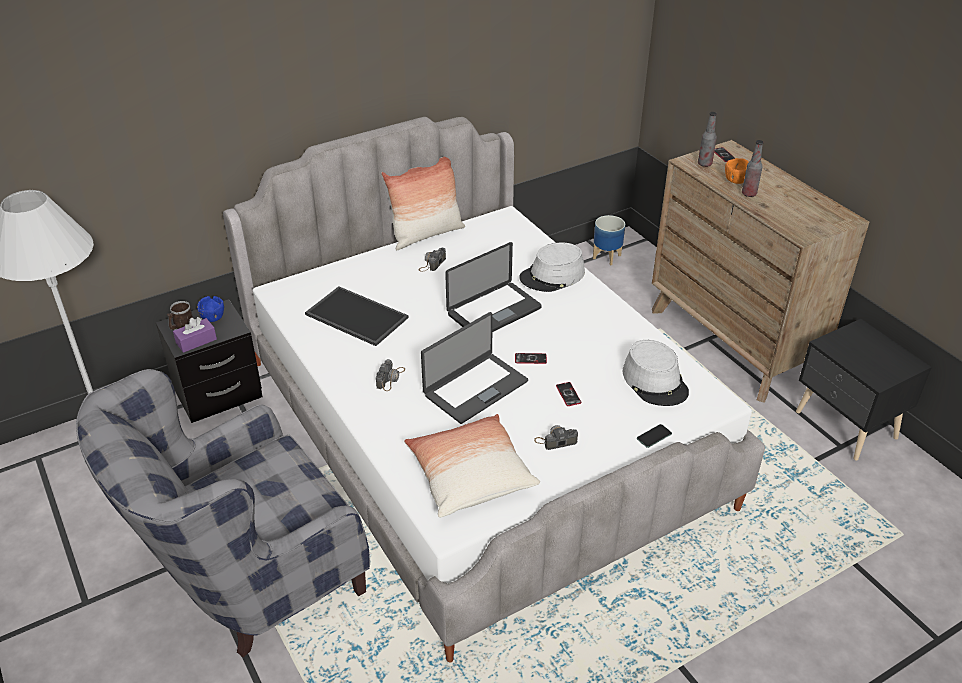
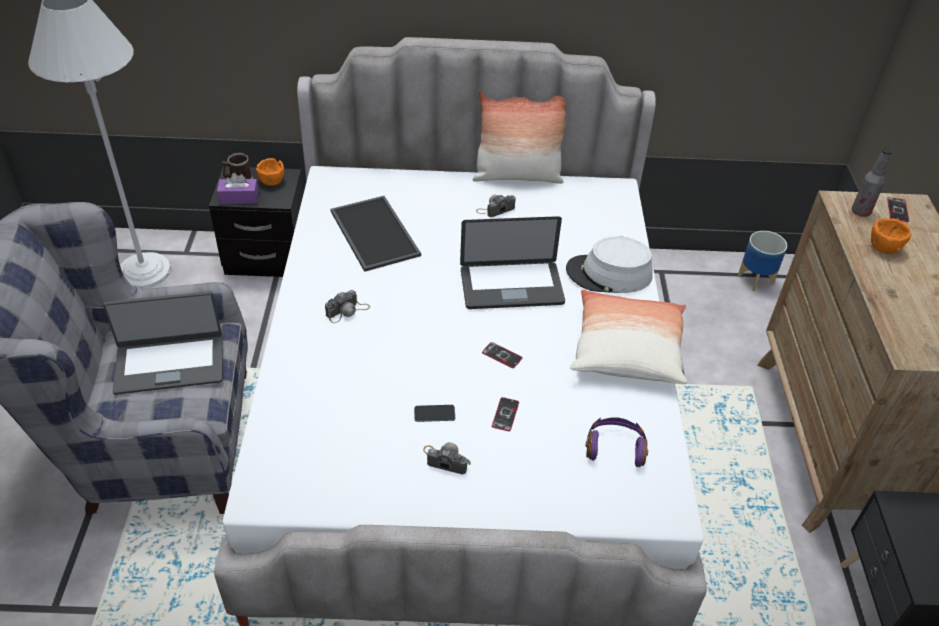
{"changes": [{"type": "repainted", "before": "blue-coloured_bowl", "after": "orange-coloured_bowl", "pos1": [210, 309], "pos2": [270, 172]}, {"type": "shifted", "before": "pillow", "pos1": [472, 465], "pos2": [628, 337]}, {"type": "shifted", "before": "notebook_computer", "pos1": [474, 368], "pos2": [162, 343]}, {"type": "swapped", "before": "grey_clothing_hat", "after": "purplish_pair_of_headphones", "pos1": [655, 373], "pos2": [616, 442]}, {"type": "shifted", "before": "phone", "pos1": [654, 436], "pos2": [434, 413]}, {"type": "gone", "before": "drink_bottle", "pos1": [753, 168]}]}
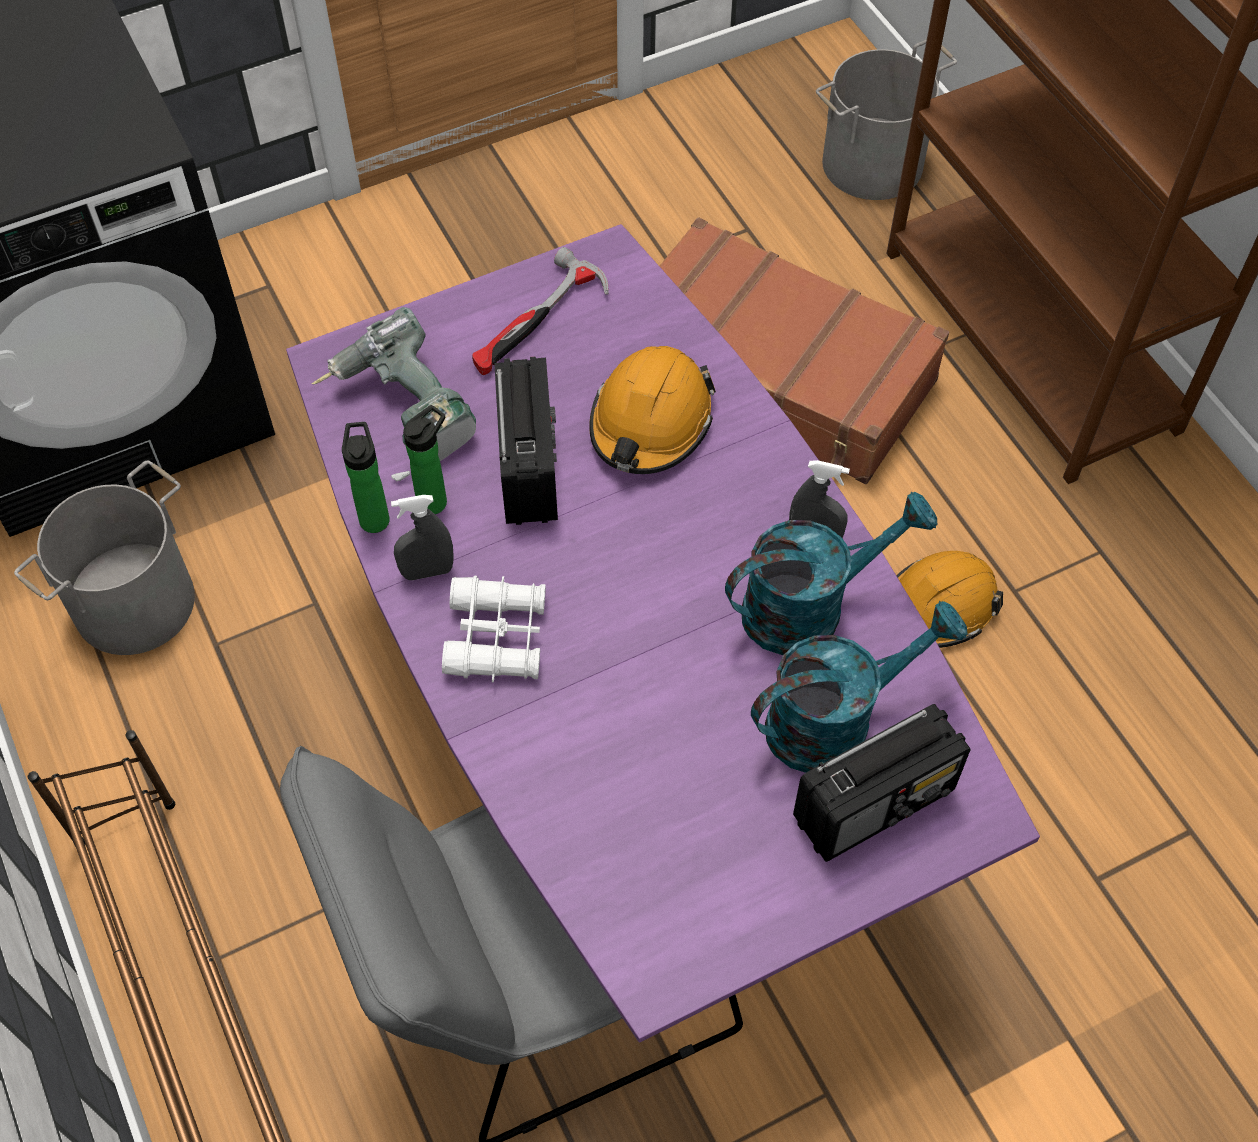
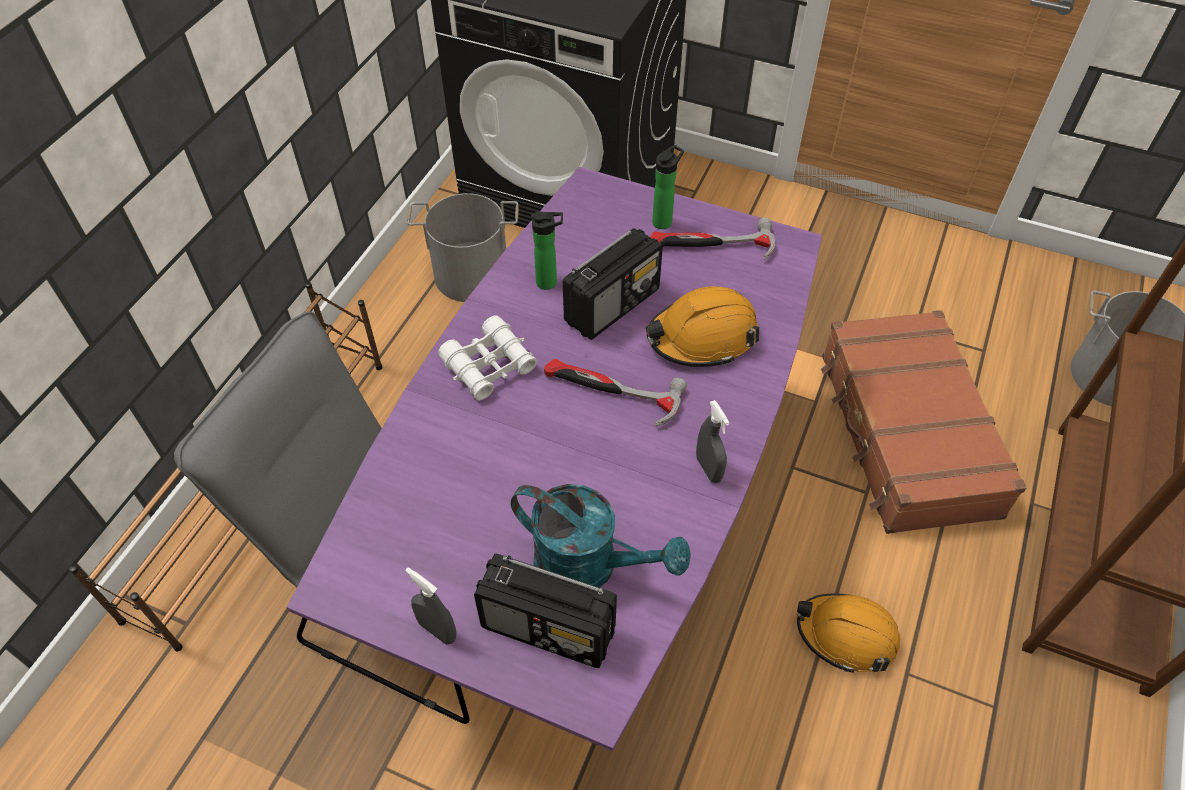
{"changes": [{"type": "gone", "before": "power_drill", "pos1": [394, 394]}, {"type": "shifted", "before": "drink_bottle", "pos1": [366, 477], "pos2": [668, 187]}, {"type": "shifted", "before": "grey_spray_bottle", "pos1": [422, 537], "pos2": [431, 606]}, {"type": "gone", "before": "blue-green_sprinkling_can", "pos1": [831, 573]}, {"type": "new", "after": "hammer", "pos2": [615, 392]}]}
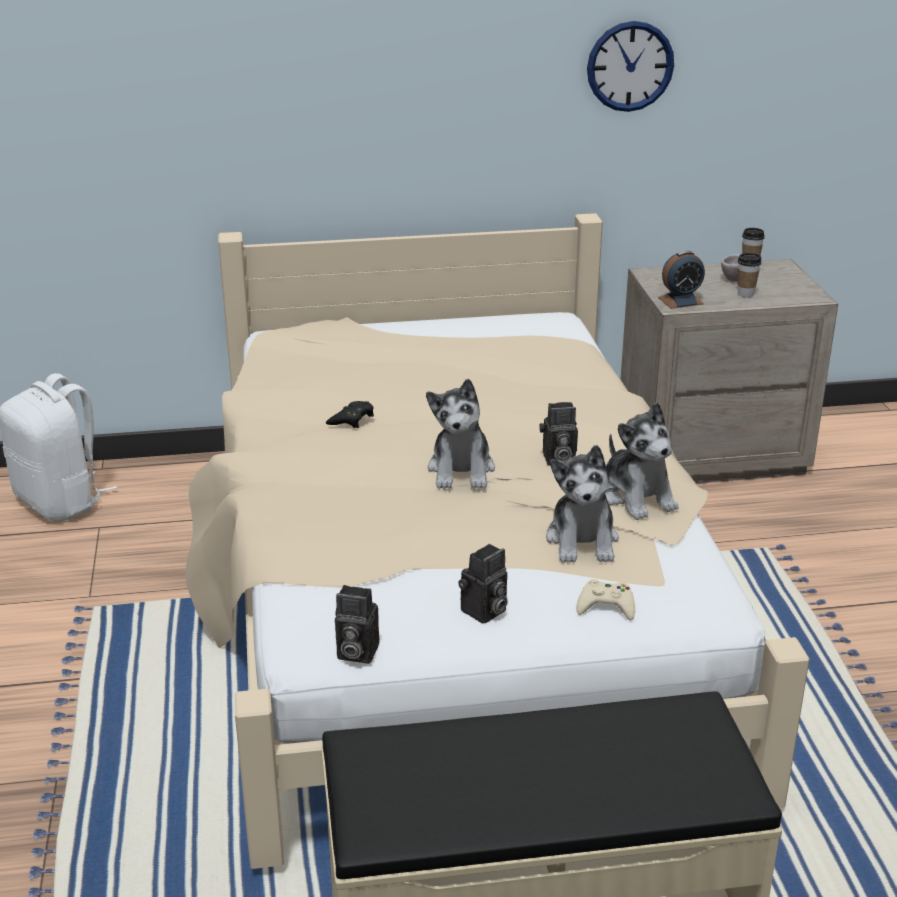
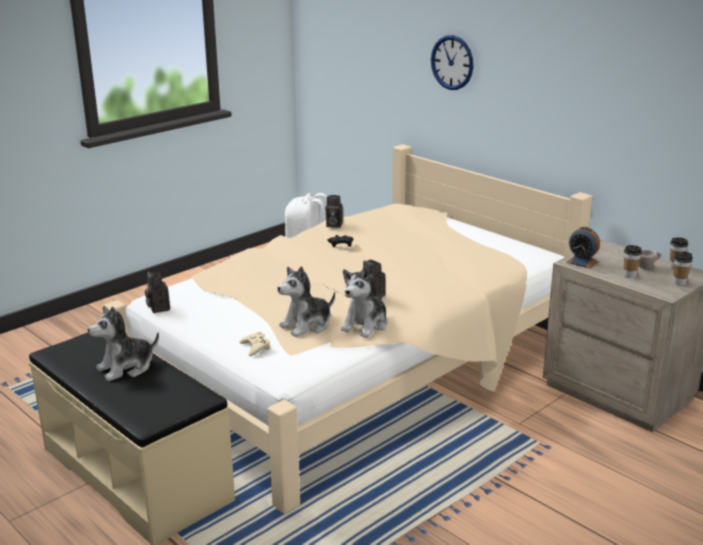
{"changes": [{"type": "shifted", "before": "cuddly_toy", "pos1": [460, 434], "pos2": [123, 343]}, {"type": "shifted", "before": "still_camera", "pos1": [483, 584], "pos2": [334, 211]}, {"type": "shifted", "before": "hanging_clock", "pos1": [630, 66], "pos2": [452, 62]}, {"type": "new", "after": "small_cup", "pos2": [683, 269]}]}
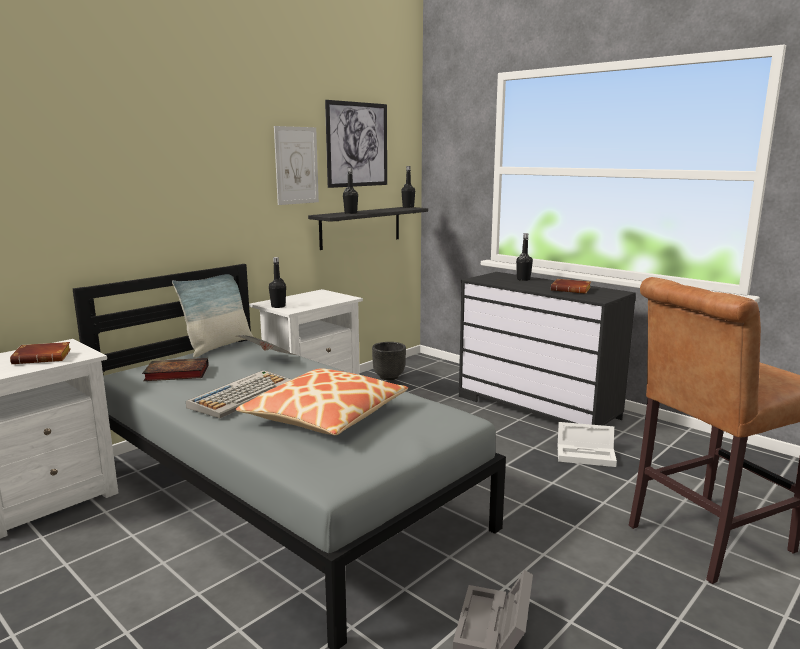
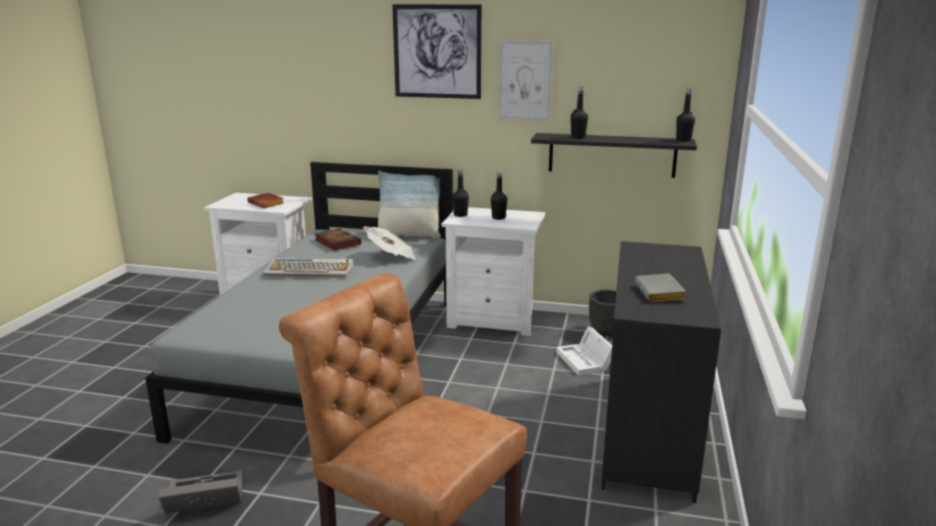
{"changes": [{"type": "gone", "before": "pillow", "pos1": [322, 401]}, {"type": "shifted", "before": "picture", "pos1": [356, 144], "pos2": [437, 51]}, {"type": "shifted", "before": "black_drink_bottle", "pos1": [524, 257], "pos2": [499, 195]}, {"type": "repainted", "before": "brownish_volume", "after": "grey_volume", "pos1": [571, 286], "pos2": [660, 287]}, {"type": "shifted", "before": "white_storage_container", "pos1": [587, 444], "pos2": [584, 351]}]}
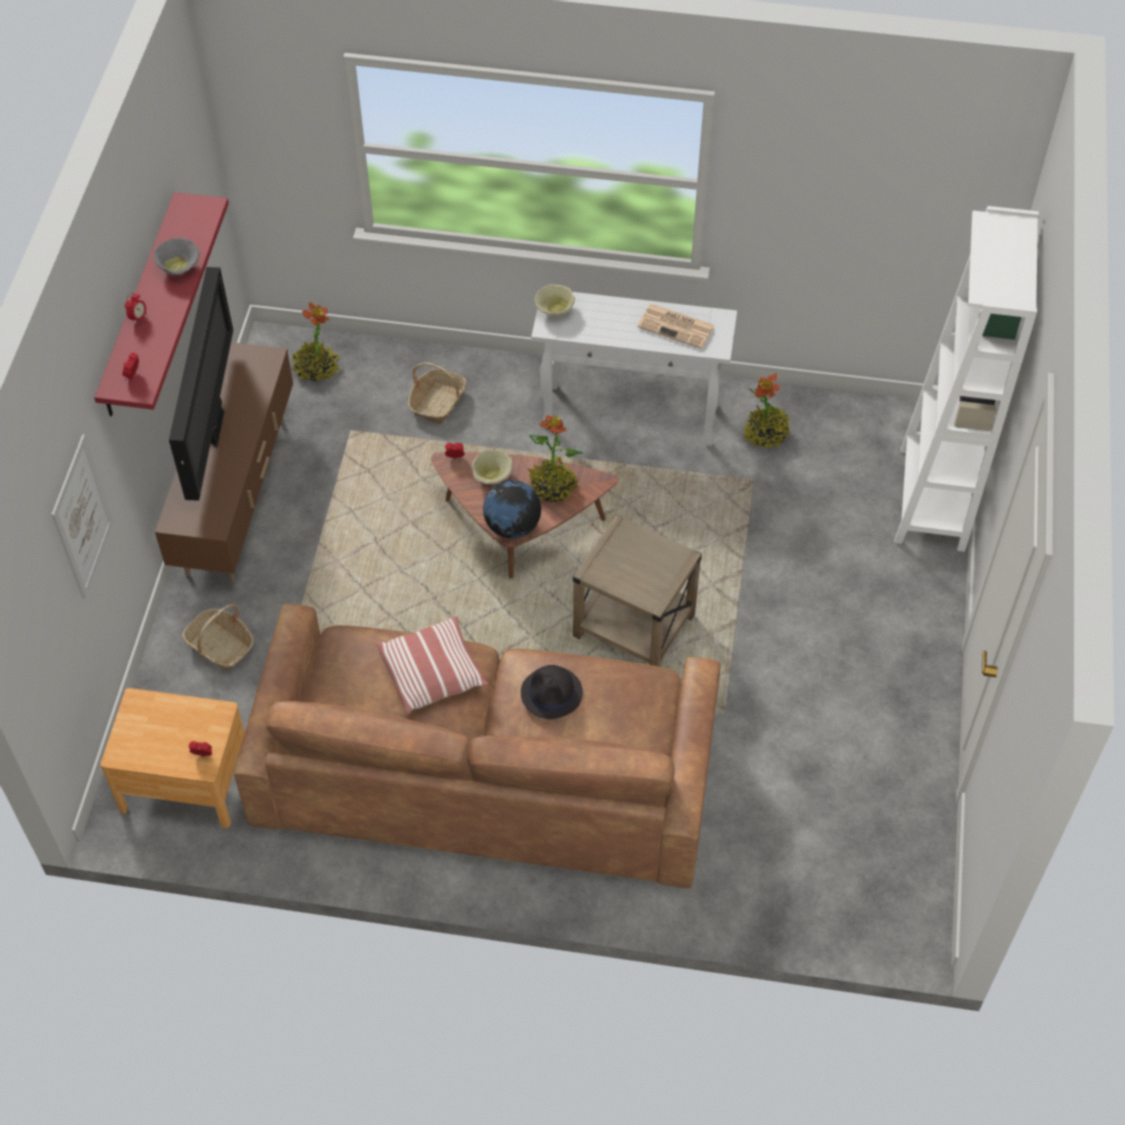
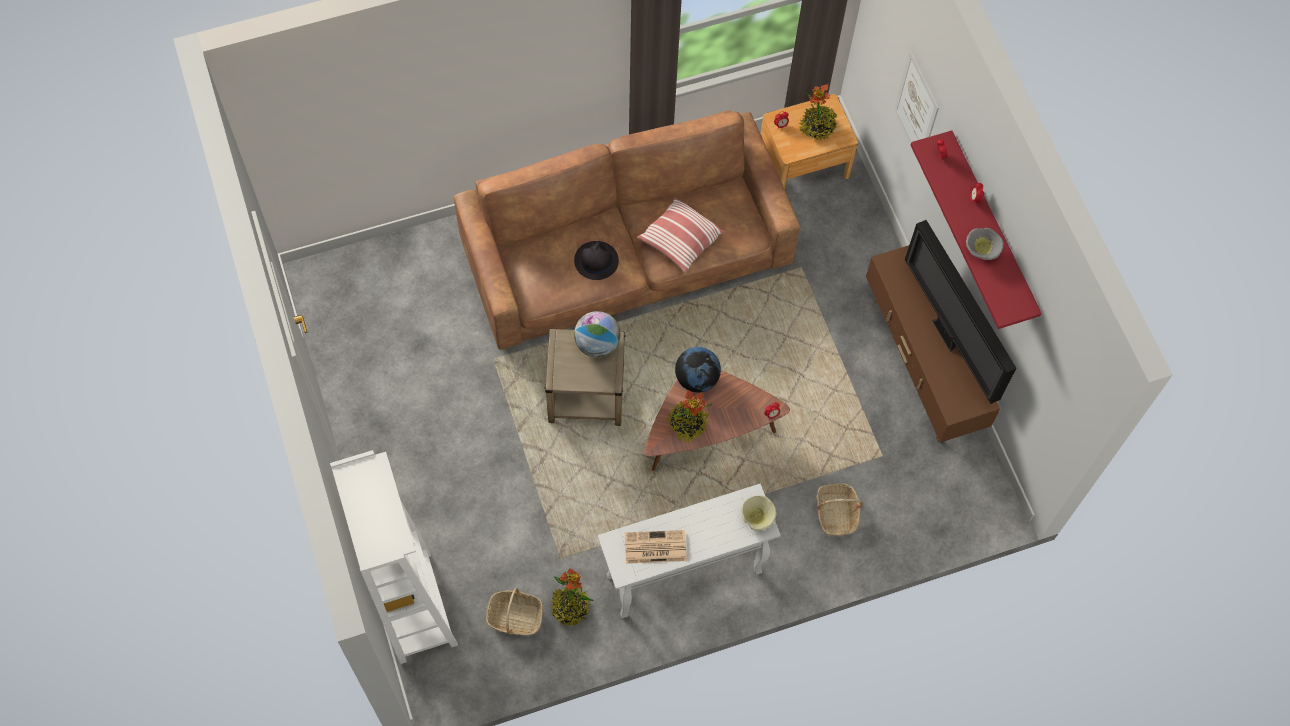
{"changes": [{"type": "shifted", "before": "household_basket", "pos1": [218, 637], "pos2": [514, 611]}, {"type": "shifted", "before": "houseplant", "pos1": [316, 341], "pos2": [818, 112]}, {"type": "gone", "before": "beige-coloured_bowl", "pos1": [492, 467]}, {"type": "new", "after": "world_globe", "pos2": [597, 334]}]}
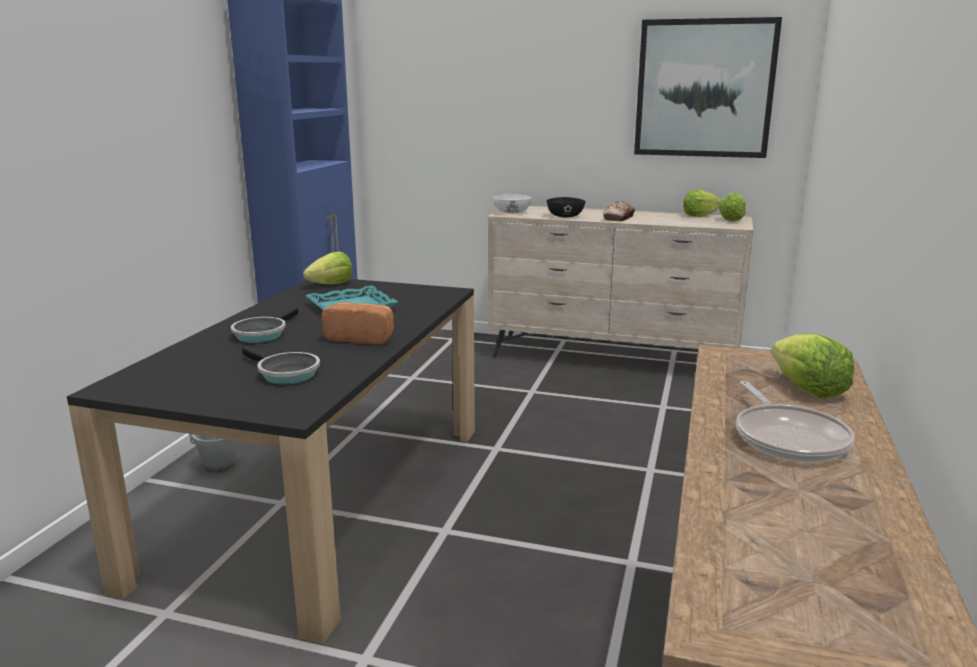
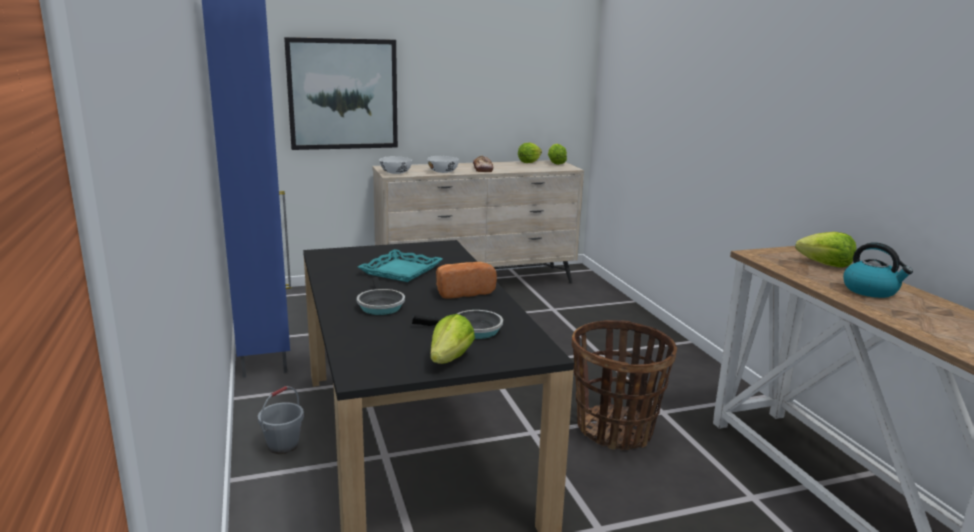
{"changes": [{"type": "shifted", "before": "lettuce_head", "pos1": [328, 267], "pos2": [452, 339]}, {"type": "repainted", "before": "black_bowl", "after": "white_bowl", "pos1": [566, 207], "pos2": [443, 164]}, {"type": "shifted", "before": "picture", "pos1": [708, 87], "pos2": [341, 93]}, {"type": "swapped", "before": "pan", "after": "water_kettle", "pos1": [795, 421], "pos2": [878, 270]}, {"type": "new", "after": "household_basket", "pos2": [624, 385]}]}
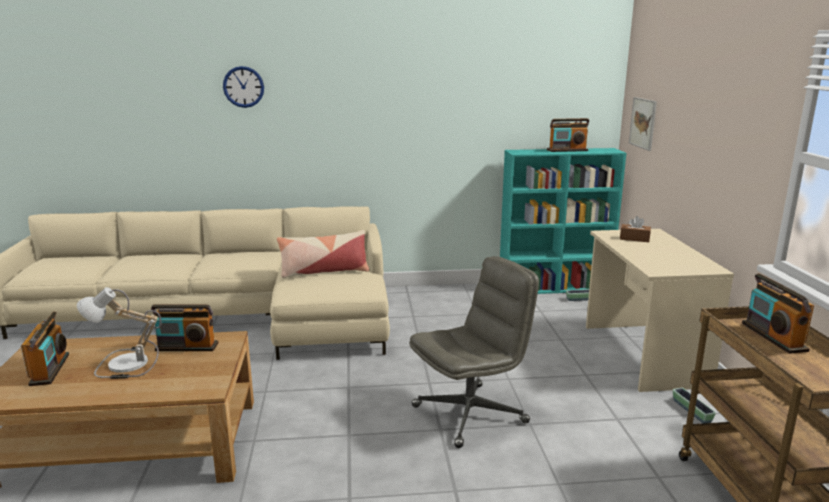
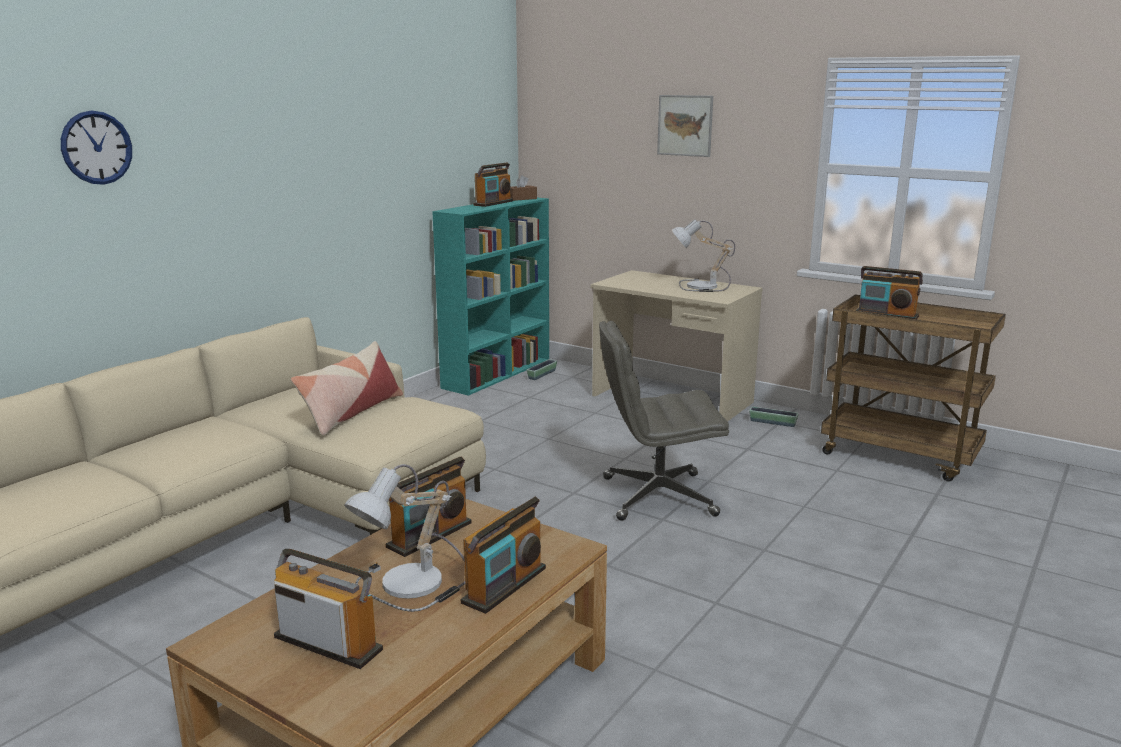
{"changes": [{"type": "rotated", "before": "grey_office_chair", "pos1": [474, 352], "pos2": [664, 421], "turn": -105}, {"type": "shifted", "before": "brownish_tissue_holder", "pos1": [635, 229], "pos2": [523, 188]}, {"type": "shifted", "before": "picture", "pos1": [643, 124], "pos2": [685, 126]}, {"type": "new", "after": "radio_receiver", "pos2": [503, 555]}, {"type": "new", "after": "table_lamp", "pos2": [703, 255]}]}
